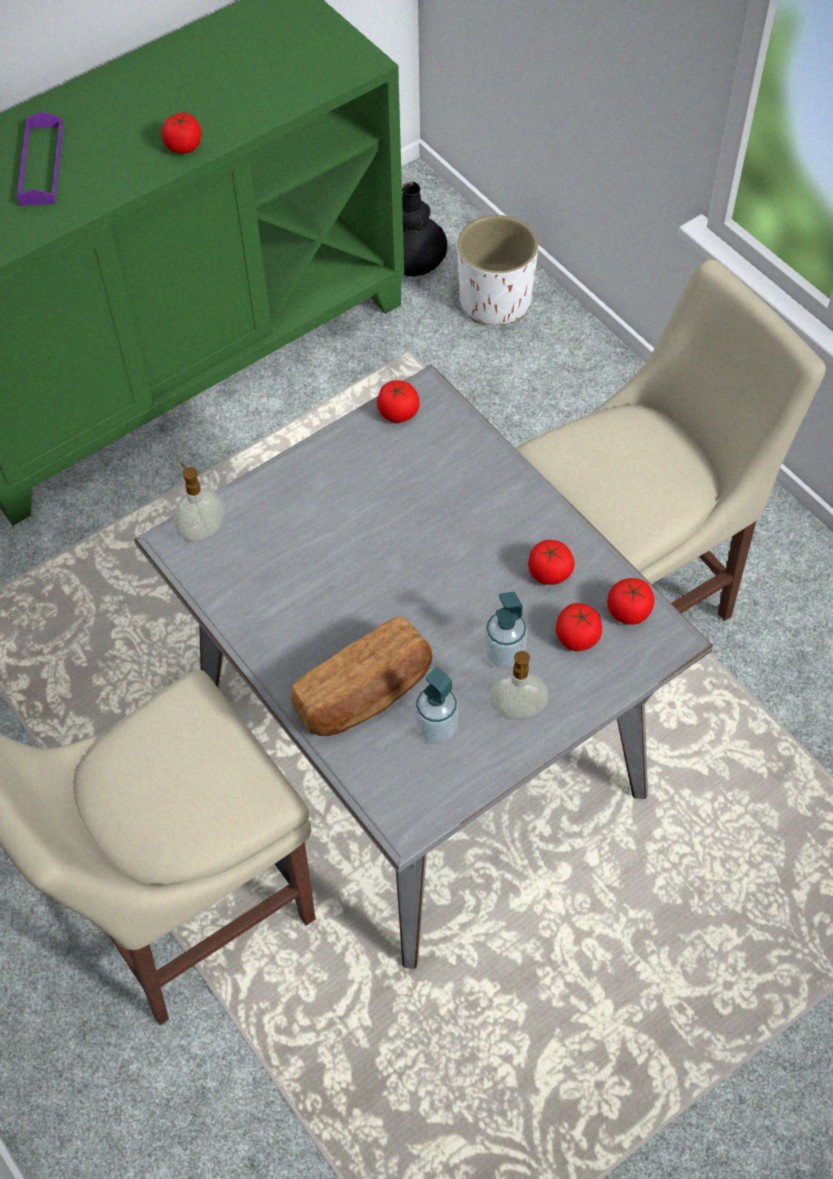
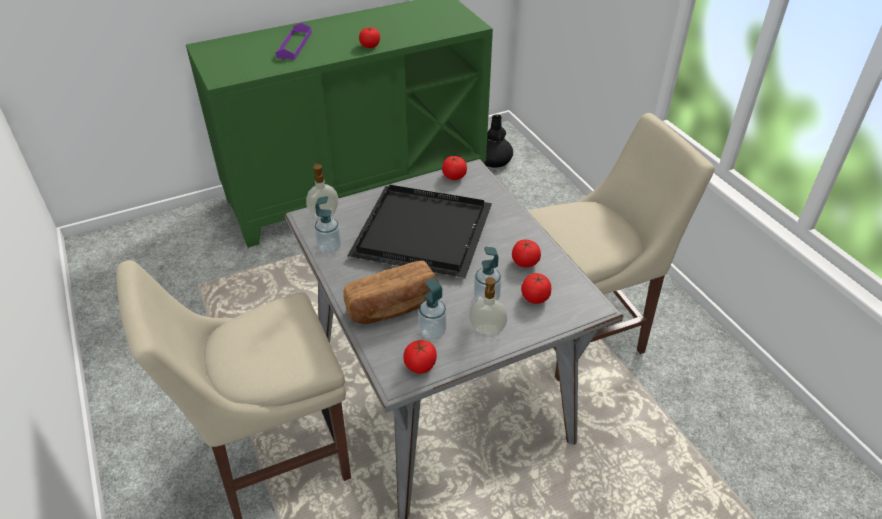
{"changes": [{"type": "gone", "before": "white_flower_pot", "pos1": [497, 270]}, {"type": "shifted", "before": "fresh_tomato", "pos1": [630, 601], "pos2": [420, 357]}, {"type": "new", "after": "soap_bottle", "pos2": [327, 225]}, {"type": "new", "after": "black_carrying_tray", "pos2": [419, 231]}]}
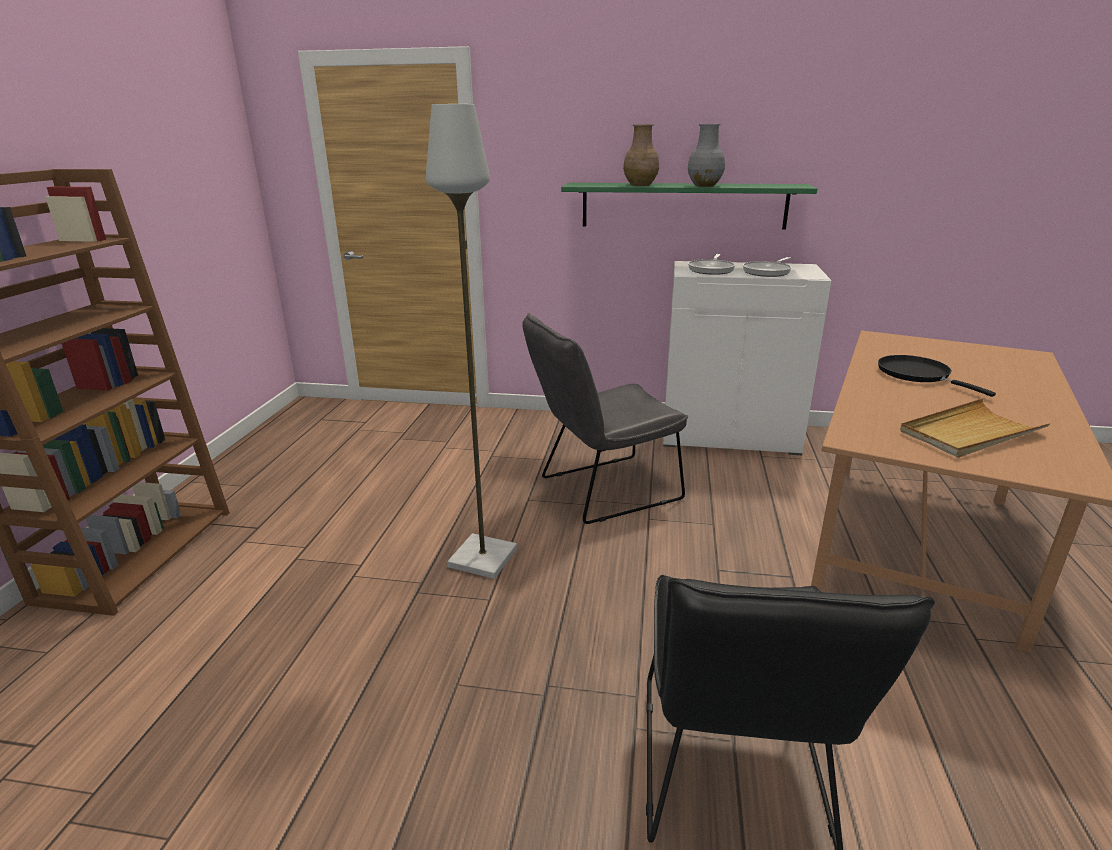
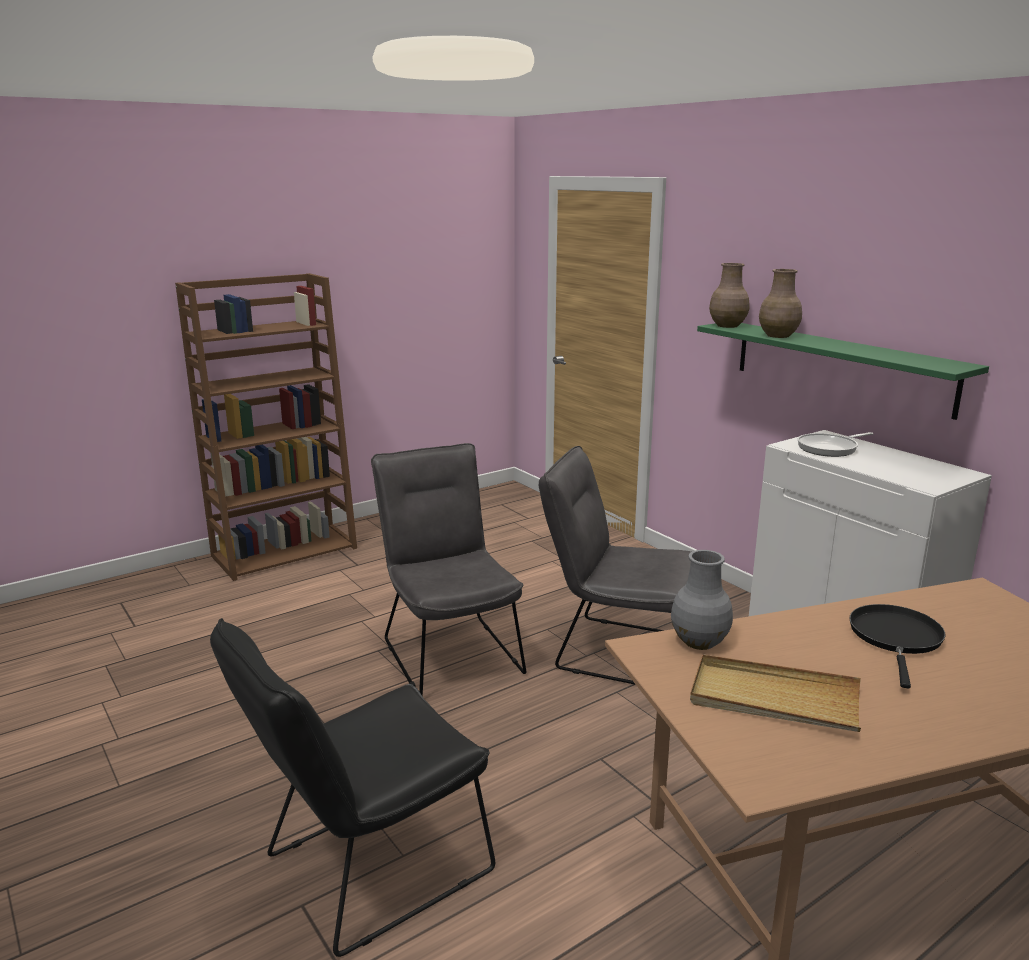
{"changes": [{"type": "swapped", "before": "grey_floor_lamp", "after": "grey_plain_chair", "pos1": [471, 341], "pos2": [448, 569]}, {"type": "shifted", "before": "grey_decorative_vase", "pos1": [706, 155], "pos2": [702, 600]}, {"type": "gone", "before": "pan", "pos1": [767, 267]}, {"type": "new", "after": "brownish_decorative_vase", "pos2": [729, 295]}]}
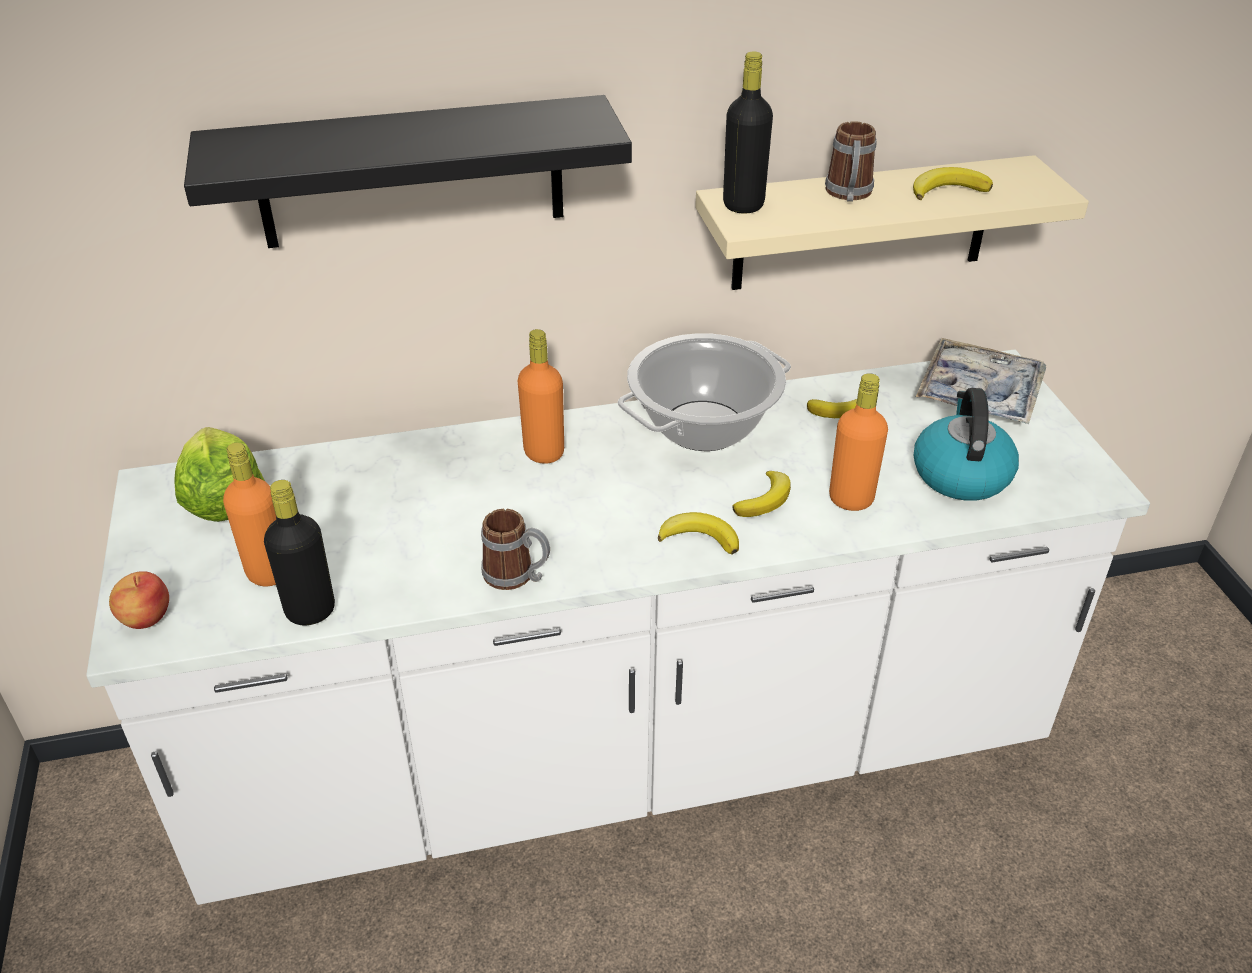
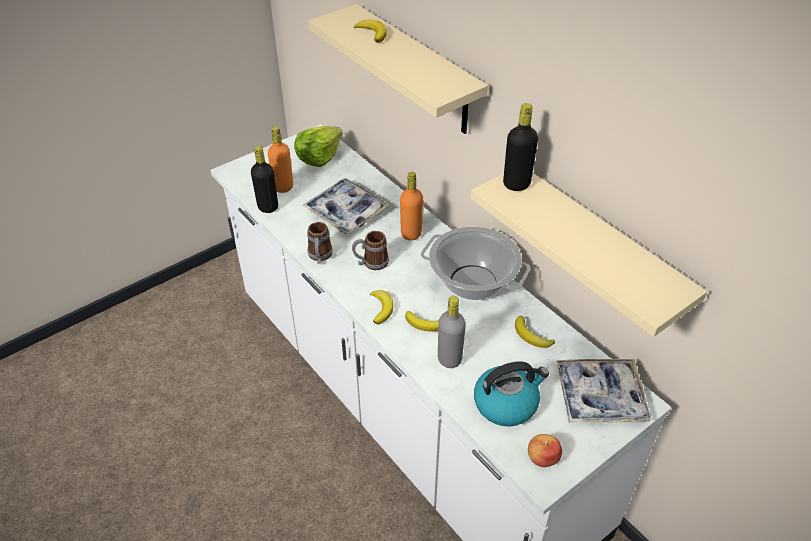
{"changes": [{"type": "shifted", "before": "whole_apple", "pos1": [139, 600], "pos2": [545, 450]}, {"type": "repainted", "before": "black_wall_shelf", "after": "beige-coloured_wall_shelf", "pos1": [408, 171], "pos2": [398, 69]}, {"type": "shifted", "before": "mug", "pos1": [851, 161], "pos2": [370, 250]}, {"type": "repainted", "before": "orange-coloured_drink_bottle", "after": "grey_drink_bottle", "pos1": [858, 442], "pos2": [452, 332]}, {"type": "shifted", "before": "banana_fruit", "pos1": [953, 183], "pos2": [370, 31]}, {"type": "new", "after": "carrying_tray", "pos2": [345, 206]}]}
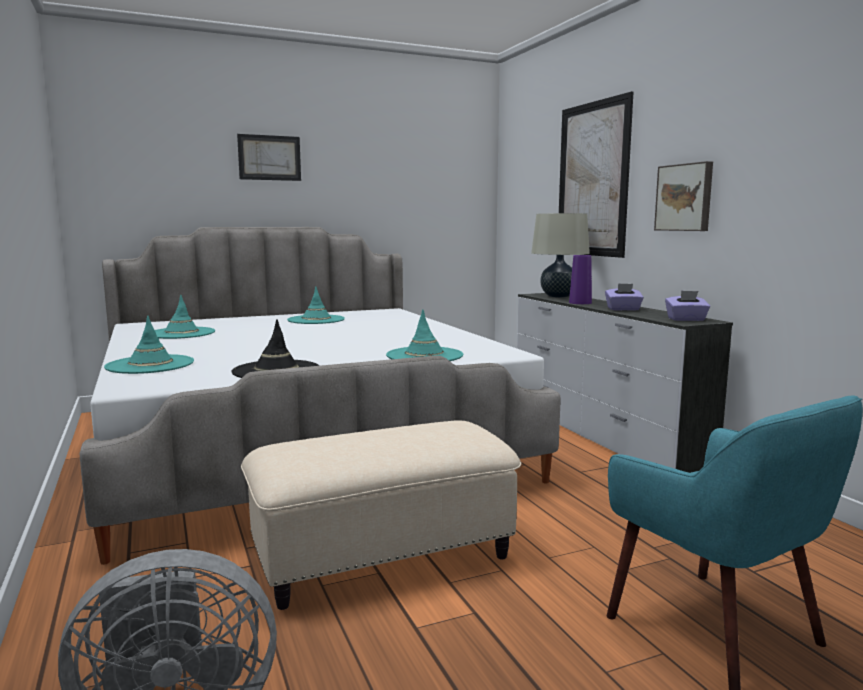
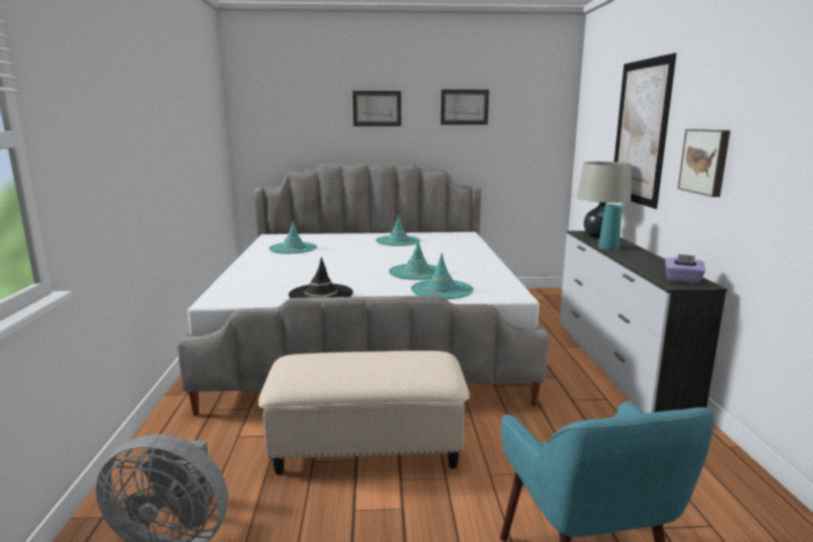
{"changes": [{"type": "shifted", "before": "blue-green_clothing_hat", "pos1": [149, 345], "pos2": [413, 260]}, {"type": "repainted", "before": "purplish_decorative_vase", "after": "blue-green_decorative_vase", "pos1": [580, 279], "pos2": [610, 227]}, {"type": "gone", "before": "purplish_tissue_holder", "pos1": [624, 297]}, {"type": "new", "after": "picture", "pos2": [465, 107]}]}
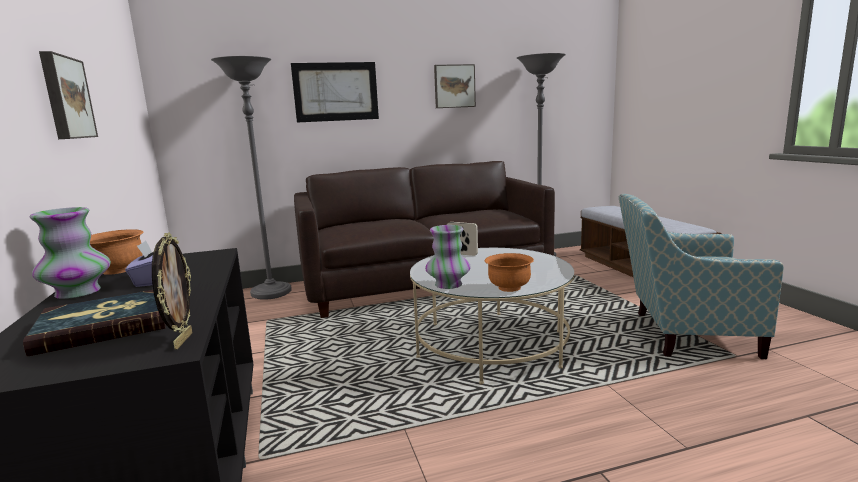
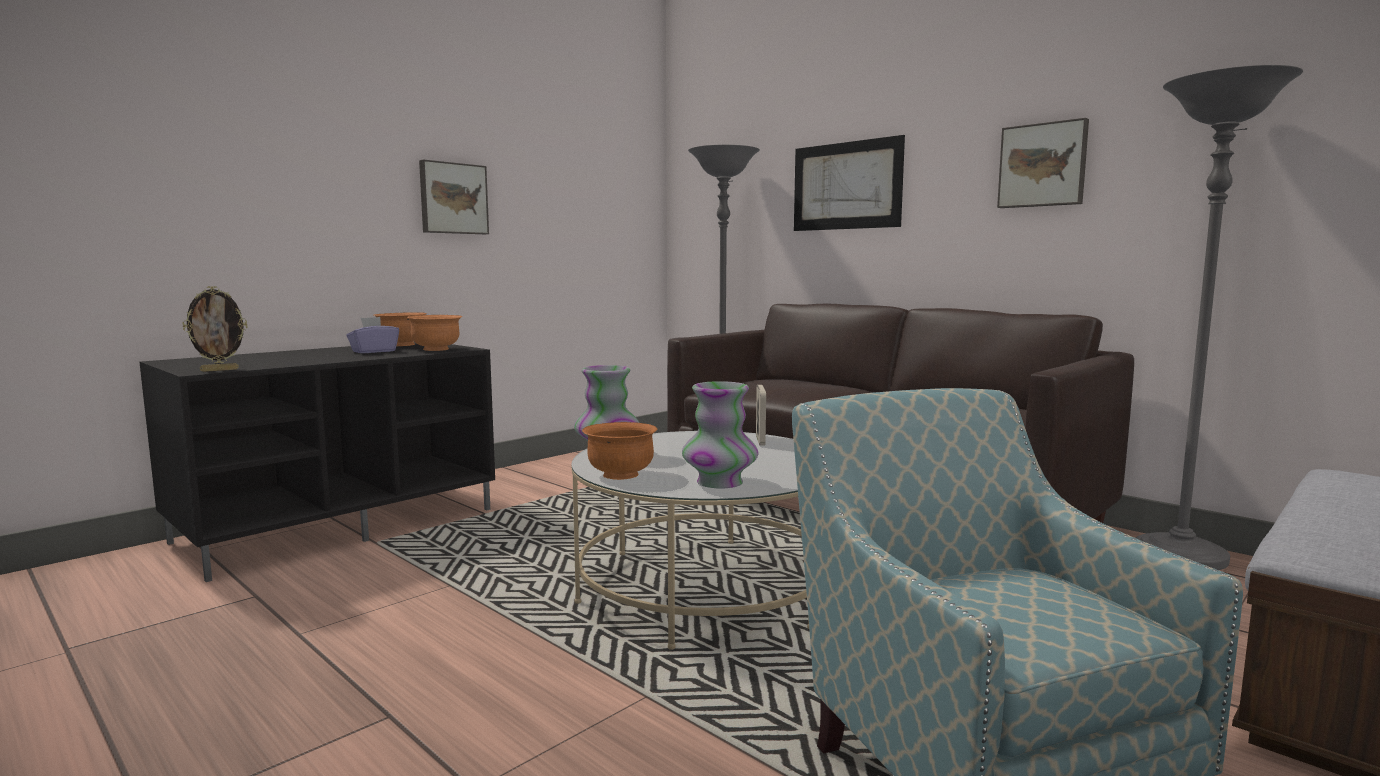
{"changes": [{"type": "gone", "before": "volume", "pos1": [94, 323]}, {"type": "shifted", "before": "decorative_vase", "pos1": [70, 253], "pos2": [720, 434]}, {"type": "new", "after": "orange-coloured_bowl", "pos2": [434, 333]}]}
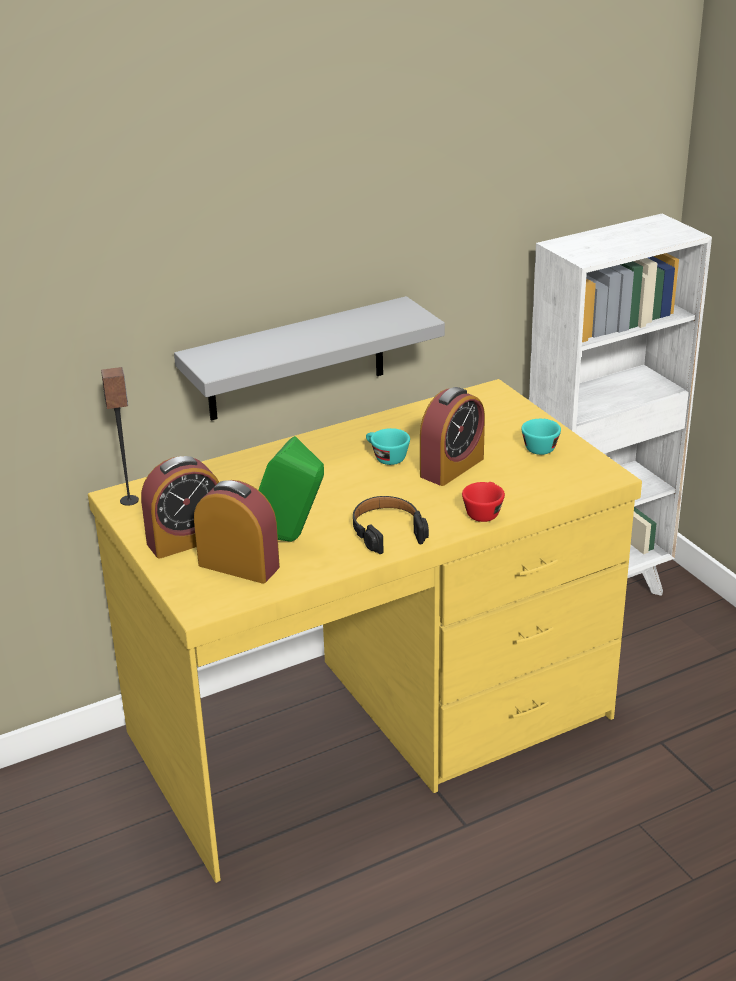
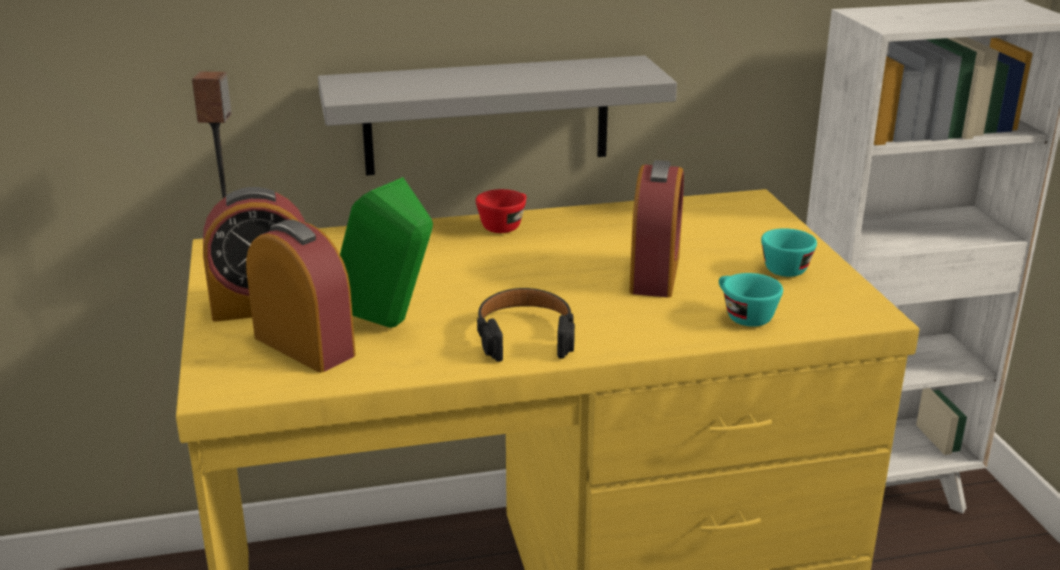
{"changes": [{"type": "shifted", "before": "blue-green_small_cup", "pos1": [388, 446], "pos2": [751, 300]}, {"type": "rotated", "before": "alarm_clock", "pos1": [452, 436], "pos2": [656, 228], "turn": -45}, {"type": "shifted", "before": "reddish_small_cup", "pos1": [483, 502], "pos2": [501, 211]}]}
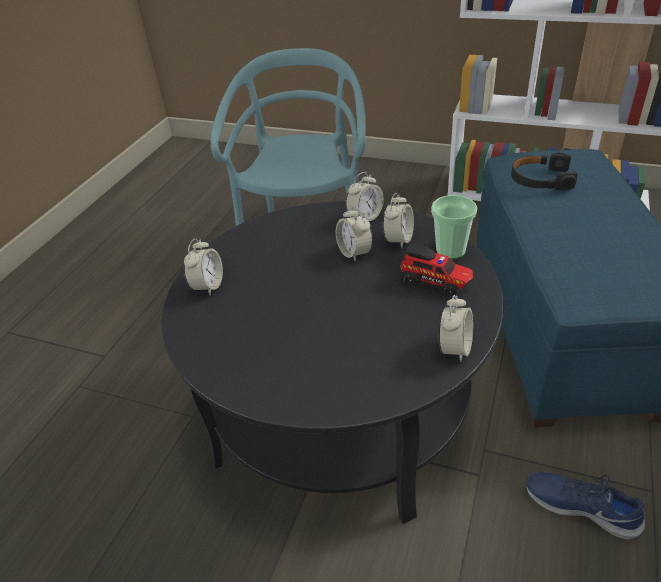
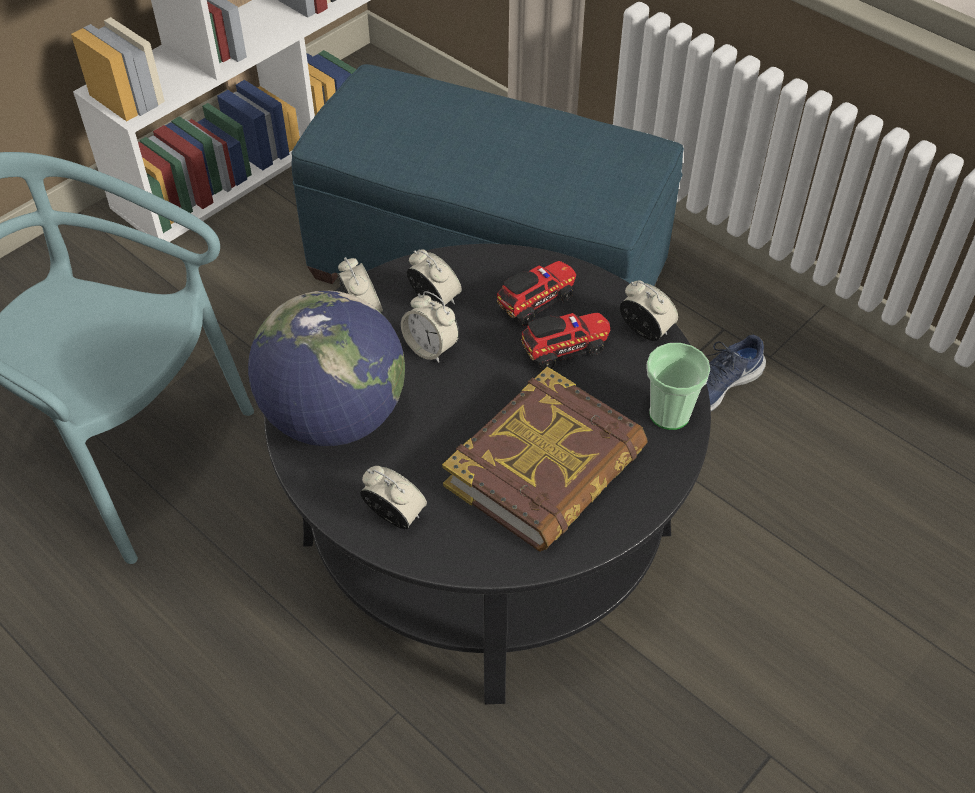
{"changes": [{"type": "rotated", "before": "alarm_clock", "pos1": [354, 233], "pos2": [430, 327], "turn": 45}, {"type": "shifted", "before": "small_cup", "pos1": [454, 227], "pos2": [678, 386]}, {"type": "gone", "before": "black_pair_of_headphones", "pos1": [544, 172]}, {"type": "new", "after": "world_globe", "pos2": [326, 368]}, {"type": "new", "after": "volume", "pos2": [545, 459]}, {"type": "new", "after": "model_truck", "pos2": [565, 342]}]}
